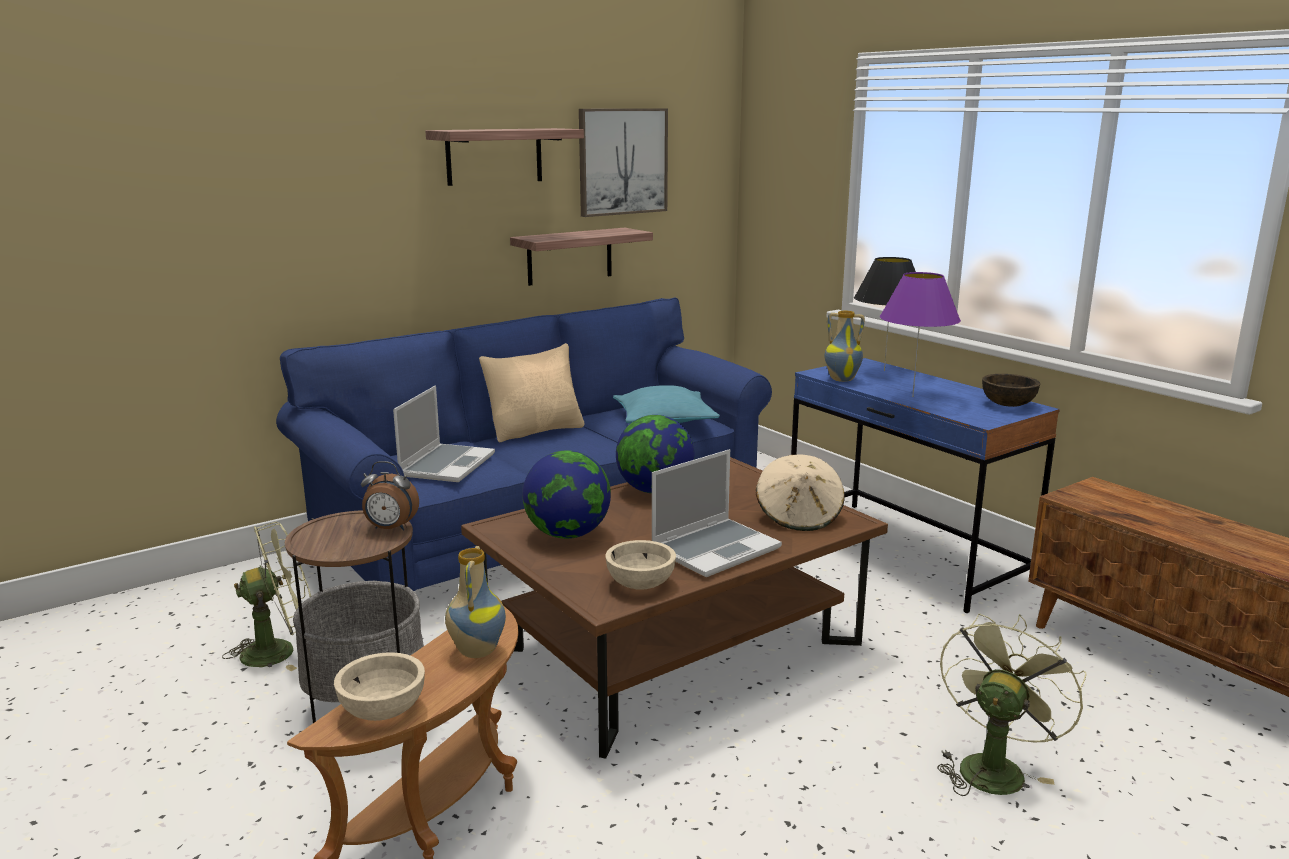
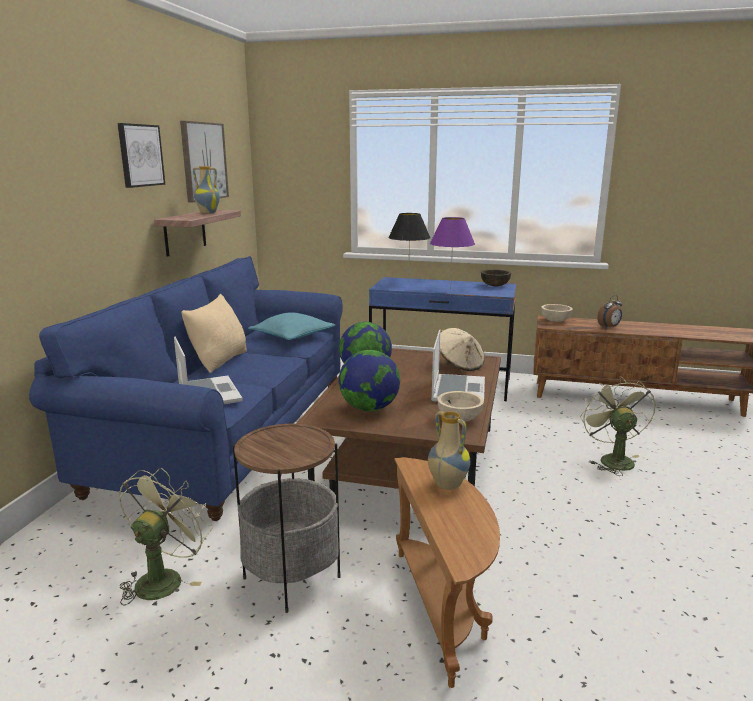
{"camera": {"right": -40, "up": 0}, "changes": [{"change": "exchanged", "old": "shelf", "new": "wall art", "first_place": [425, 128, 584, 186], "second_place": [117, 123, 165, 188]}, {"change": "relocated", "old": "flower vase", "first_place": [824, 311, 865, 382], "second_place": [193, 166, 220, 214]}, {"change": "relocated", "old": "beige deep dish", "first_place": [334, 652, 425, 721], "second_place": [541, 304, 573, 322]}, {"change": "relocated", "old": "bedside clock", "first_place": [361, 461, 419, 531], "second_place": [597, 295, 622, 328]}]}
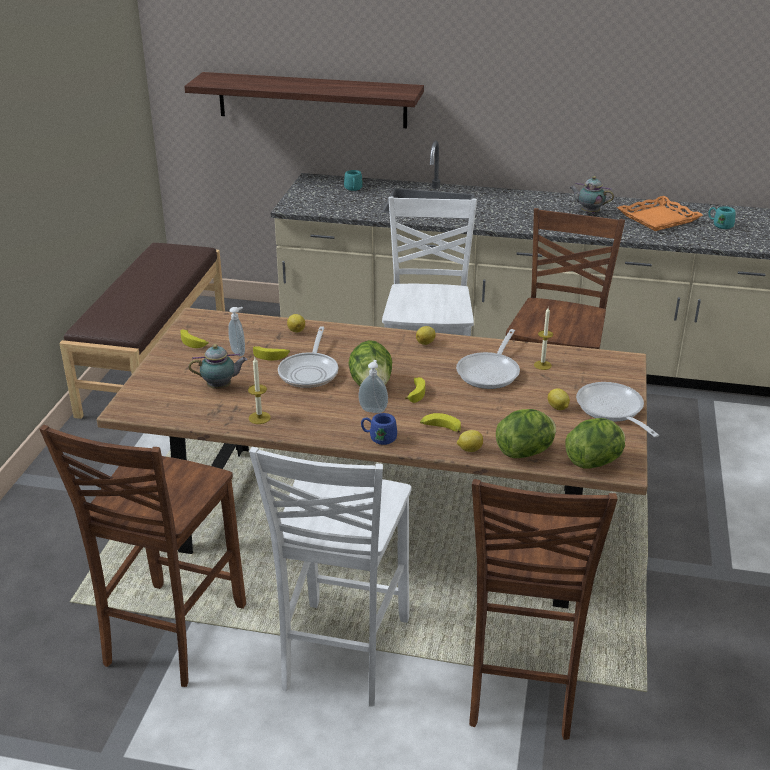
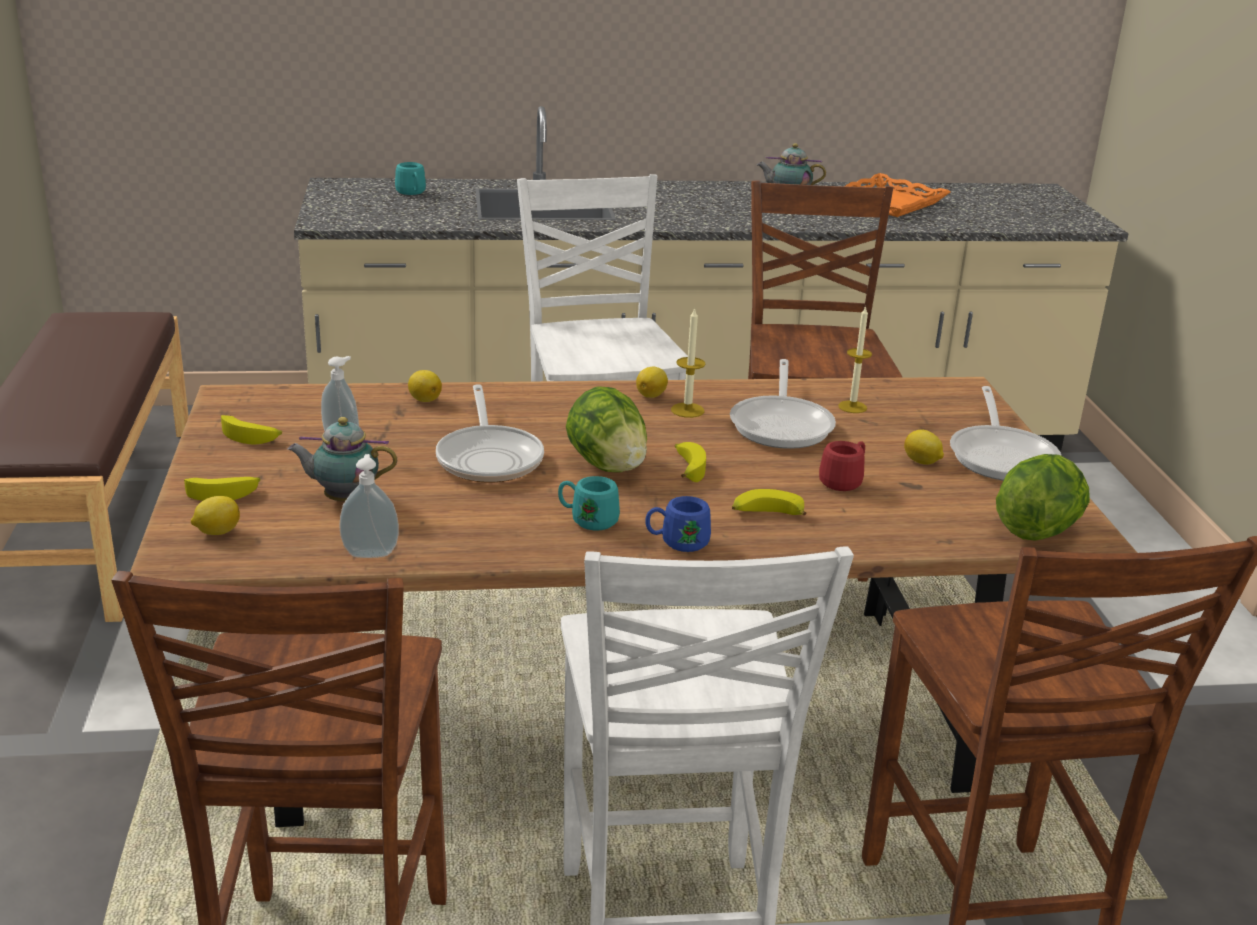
{"camera": {"right": -20, "up": -5}, "changes": [{"change": "relocated", "old": "whole banana", "first_place": [253, 346, 290, 360], "second_place": [184, 477, 260, 501]}, {"change": "relocated", "old": "lemon", "first_place": [457, 430, 483, 452], "second_place": [191, 496, 240, 535]}, {"change": "spun", "old": "teapot", "first_place": [189, 344, 248, 389], "second_place": [288, 417, 397, 501], "degrees": -150}, {"change": "relocated", "old": "liquid soap bottle", "first_place": [358, 360, 388, 413], "second_place": [339, 454, 399, 558]}, {"change": "relocated", "old": "turquoise-coloured mug", "first_place": [708, 206, 736, 229], "second_place": [558, 476, 620, 530]}, {"change": "relocated", "old": "wax light", "first_place": [248, 357, 271, 424], "second_place": [671, 307, 705, 418]}, {"change": "appeared", "new": "red mug", "second_place": [819, 441, 865, 491]}, {"change": "spun", "old": "frying pan", "first_place": [576, 382, 659, 437], "second_place": [950, 386, 1061, 481], "degrees": -135}, {"change": "missing", "old": "shelf", "first_place": [184, 72, 424, 128]}, {"change": "missing", "old": "lettuce head", "first_place": [496, 409, 556, 458]}]}
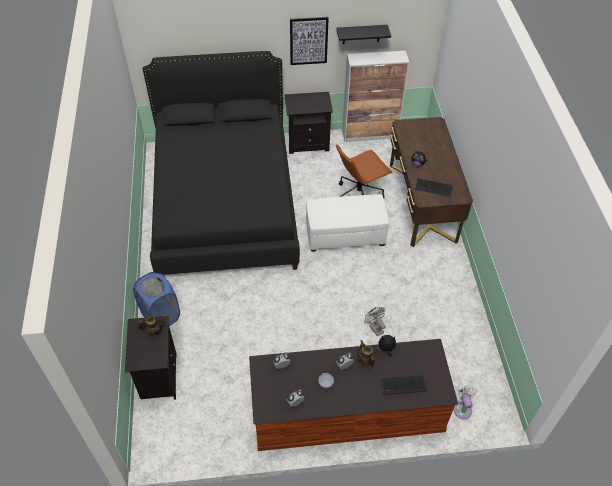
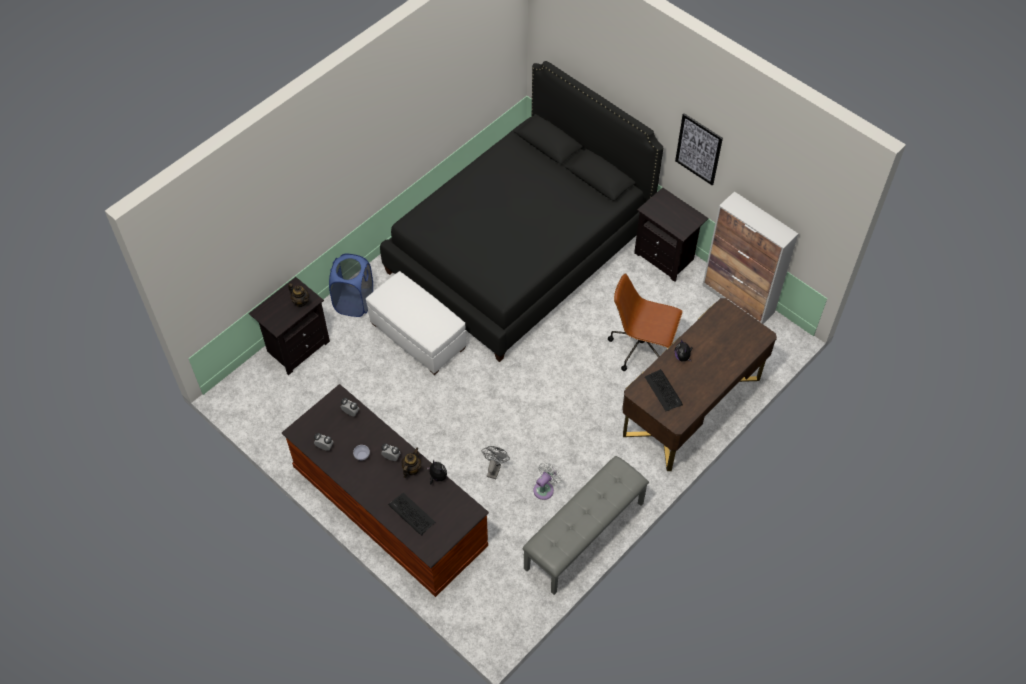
{"camera": {"right": 50, "up": 5}, "changes": [{"change": "relocated", "old": "white-coloured ottoman", "first_place": [306, 194, 389, 252], "second_place": [366, 271, 466, 375]}, {"change": "appeared", "new": "greyish long seat", "second_place": [523, 456, 649, 595]}, {"change": "relocated", "old": "white-coloured fan", "first_place": [454, 385, 477, 419], "second_place": [533, 462, 562, 500]}, {"change": "missing", "old": "blackish shelf", "first_place": [336, 25, 391, 44]}]}
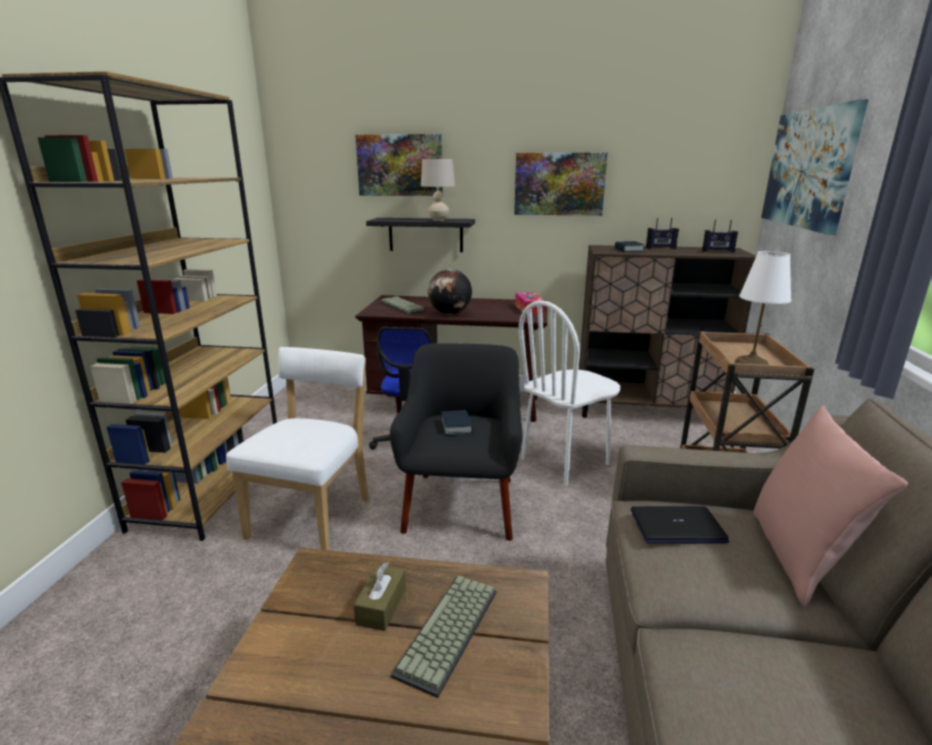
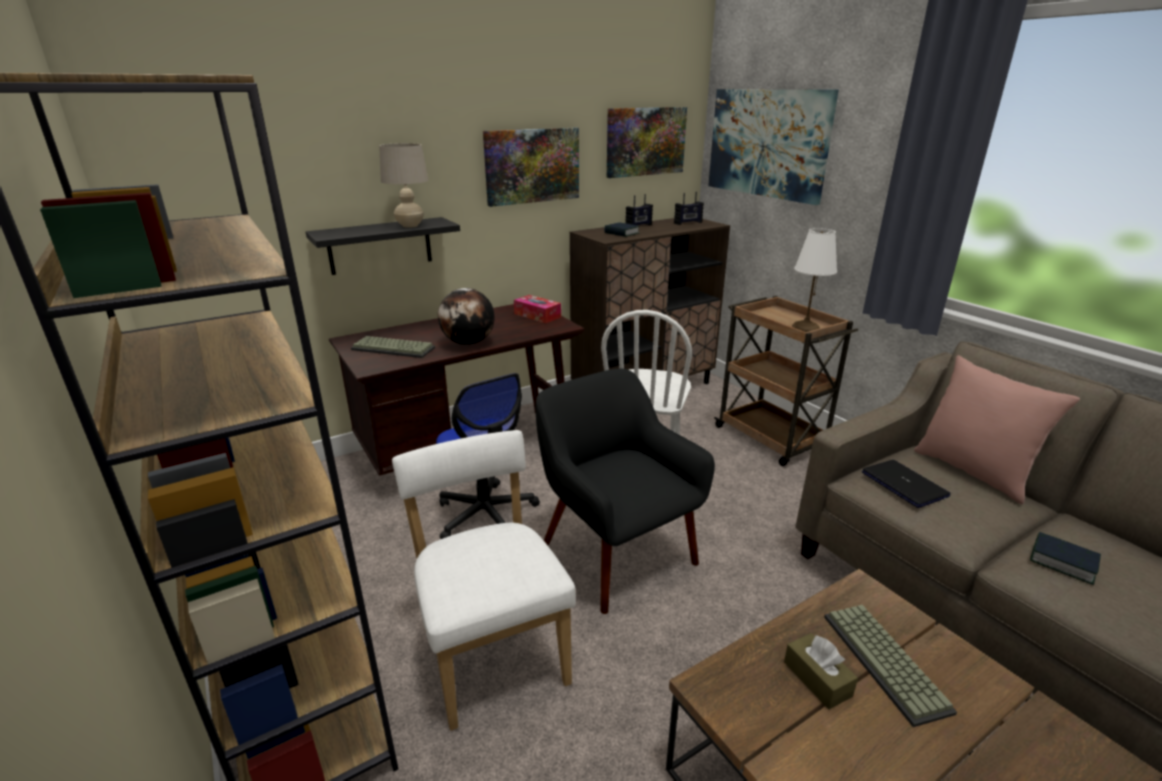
{"camera": {"right": -40, "up": 5}, "changes": [{"change": "relocated", "old": "wall art", "first_place": [355, 134, 443, 196], "second_place": [607, 107, 687, 178]}, {"change": "spun", "old": "portable computer", "first_place": [630, 506, 729, 543], "second_place": [862, 460, 951, 508], "degrees": 105}, {"change": "relocated", "old": "bound book", "first_place": [441, 410, 473, 435], "second_place": [1030, 532, 1101, 585]}]}
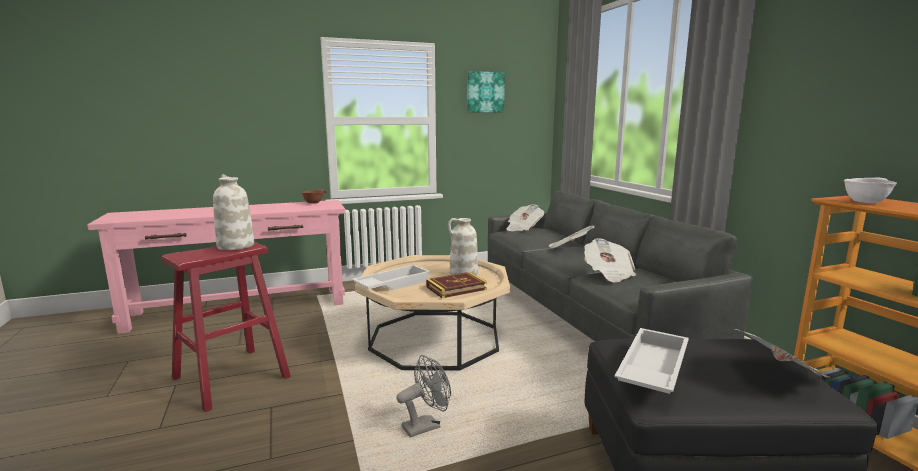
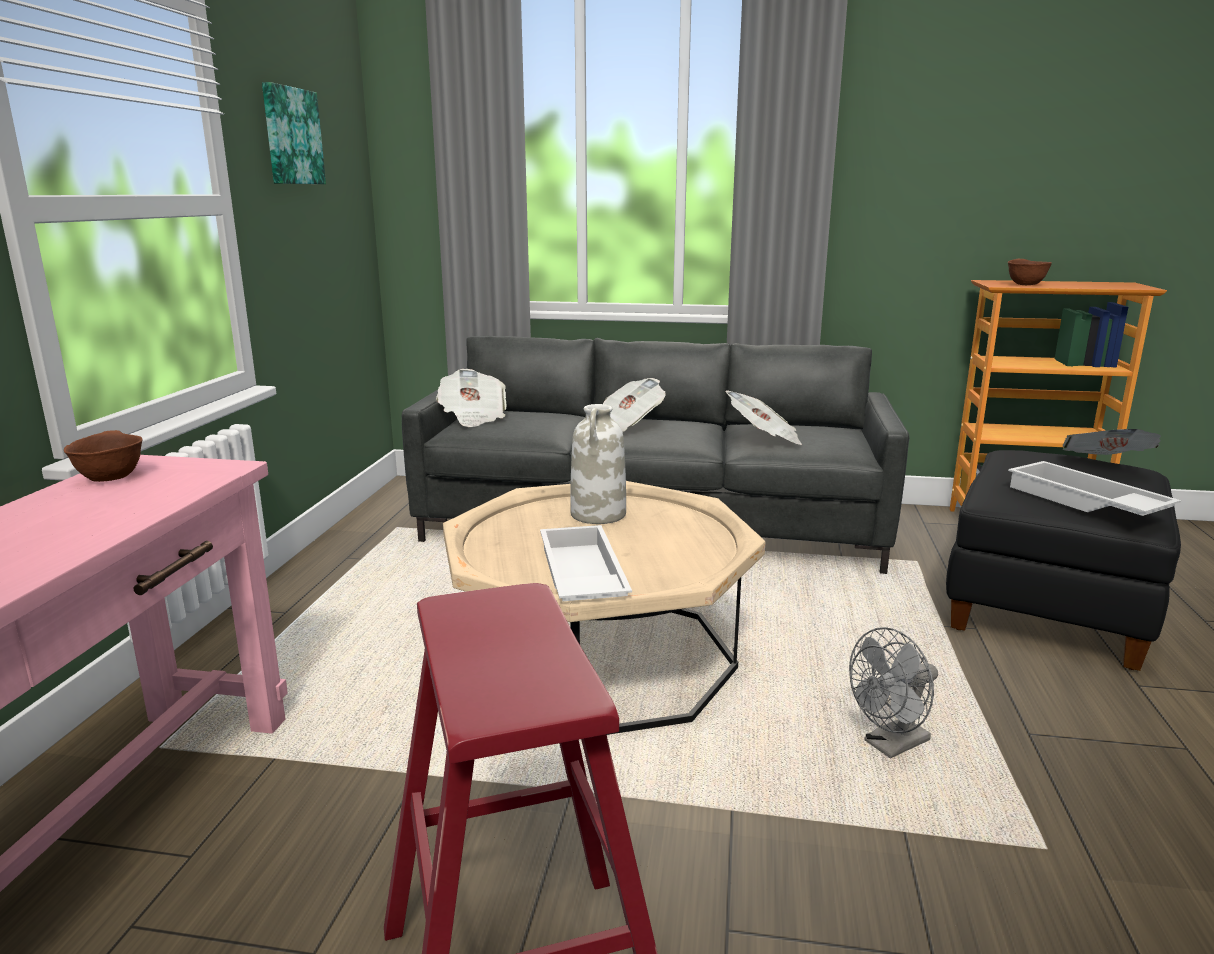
{"camera": {"right": -60, "up": 5}, "changes": [{"change": "spun", "old": "greyish fan", "first_place": [396, 355, 451, 438], "second_place": [849, 627, 938, 758], "degrees": -120}, {"change": "colour", "old": "white-coloured deep dish", "new": "brown deep dish", "first_place": [844, 177, 897, 204], "second_place": [1008, 259, 1052, 285]}, {"change": "missing", "old": "white-coloured flower vase", "first_place": [213, 174, 254, 250]}, {"change": "missing", "old": "bound book", "first_place": [426, 272, 487, 298]}]}
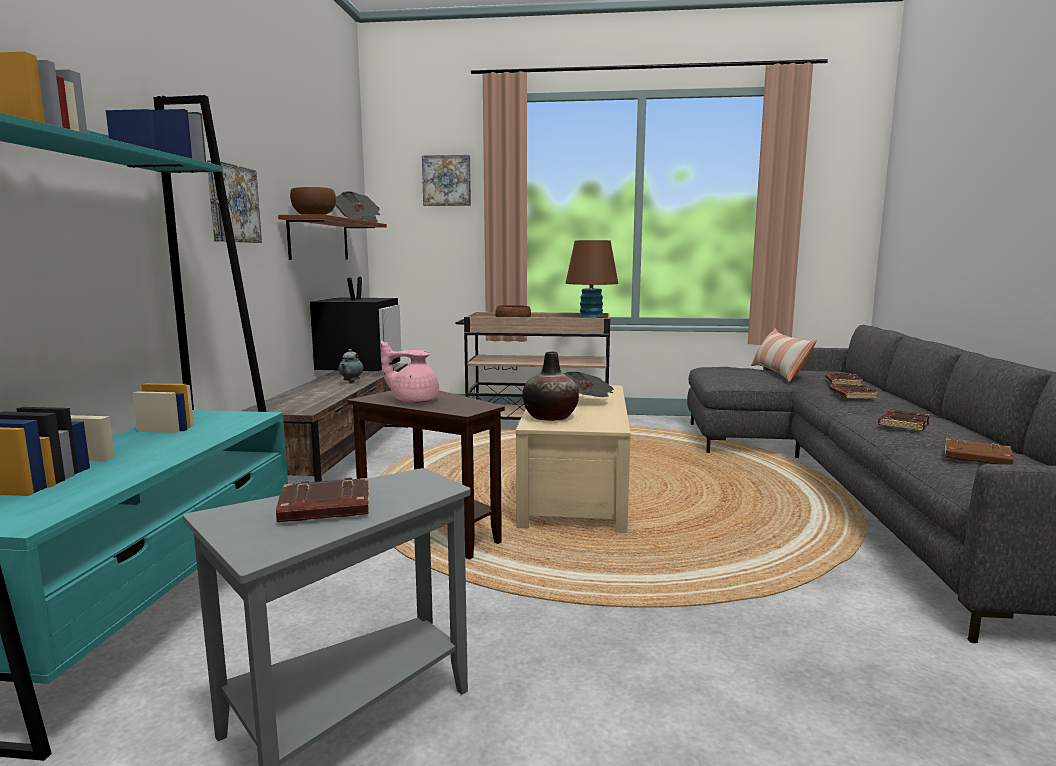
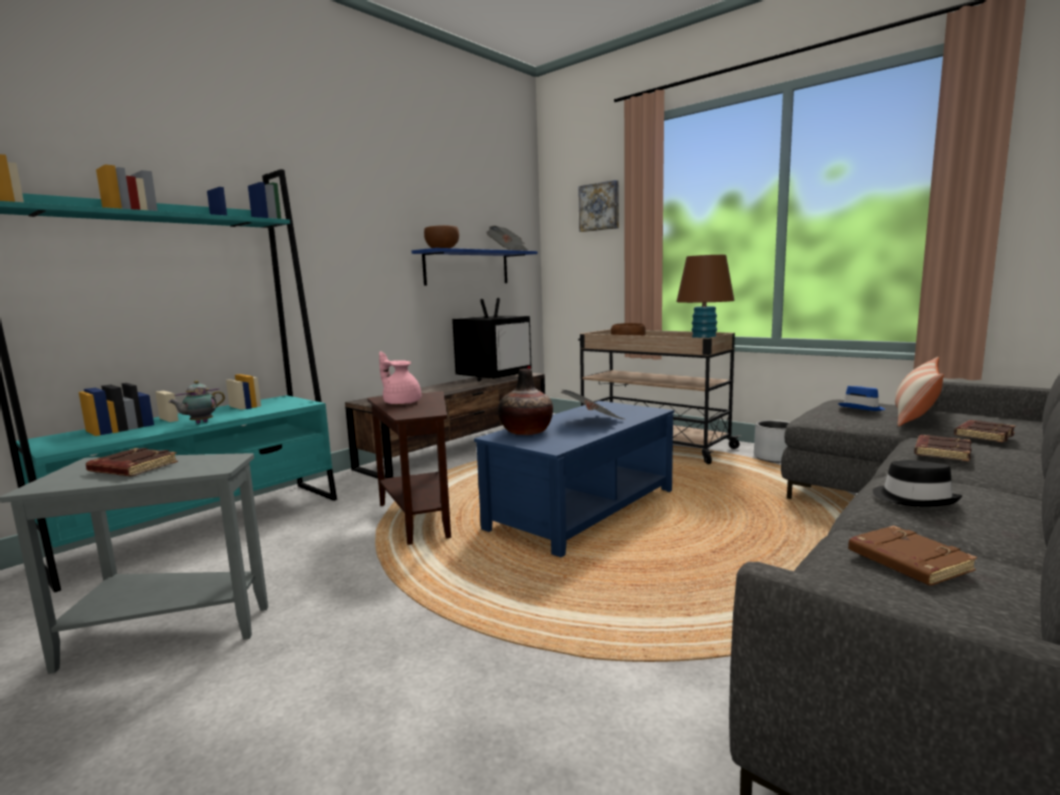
{"camera": {"right": 35, "up": 0}, "changes": [{"change": "relocated", "old": "teapot", "first_place": [338, 349, 364, 383], "second_place": [169, 381, 225, 424]}, {"change": "colour", "old": "brown shelf", "new": "blue shelf", "first_place": [278, 214, 387, 260], "second_place": [412, 248, 538, 286]}, {"change": "colour", "old": "beige lounge table", "new": "blue lounge table", "first_place": [516, 385, 631, 533], "second_place": [474, 401, 674, 557]}, {"change": "appeared", "new": "greyish planter", "second_place": [754, 420, 790, 463]}, {"change": "appeared", "new": "blue clothing hat", "second_place": [838, 386, 885, 411]}, {"change": "exchanged", "old": "brown bound book", "new": "blackish clothing hat", "first_place": [878, 410, 930, 431], "second_place": [873, 460, 962, 506]}, {"change": "missing", "old": "wall art", "first_place": [207, 160, 262, 243]}]}
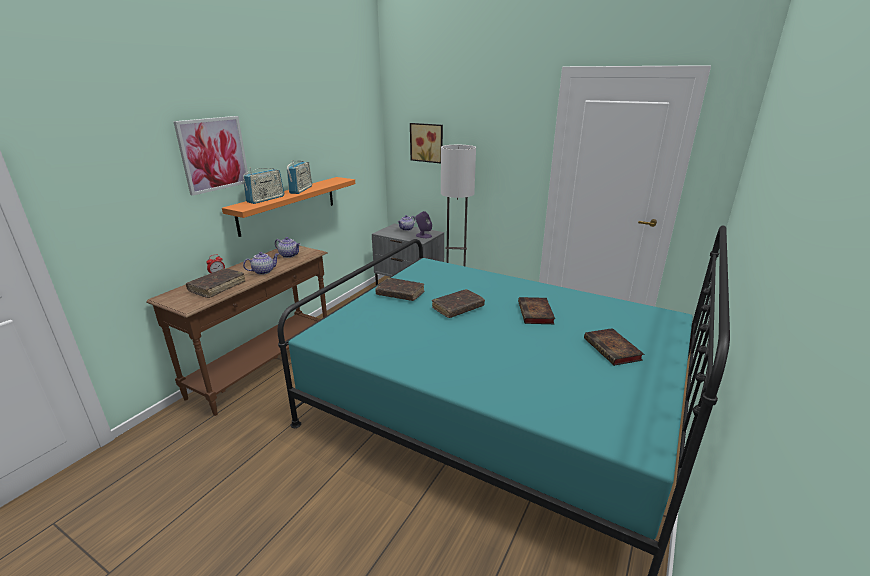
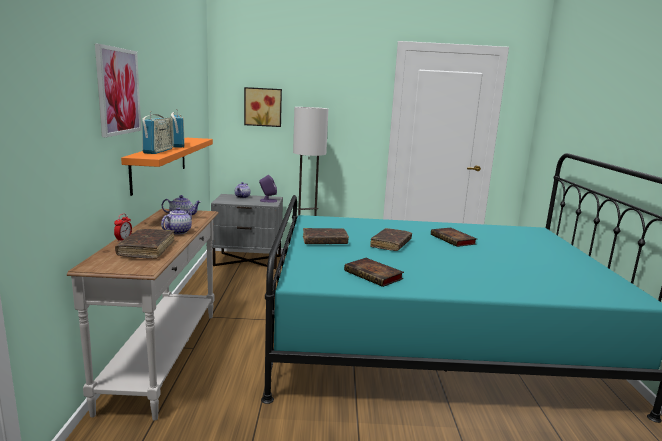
{"camera": {"right": -30, "up": -10}, "changes": [{"change": "colour", "old": "brown hall table", "new": "white-coloured hall table", "first_place": [146, 246, 327, 416], "second_place": [67, 209, 219, 421]}, {"change": "relocated", "old": "bound book", "first_place": [584, 328, 644, 366], "second_place": [344, 258, 404, 287]}]}
